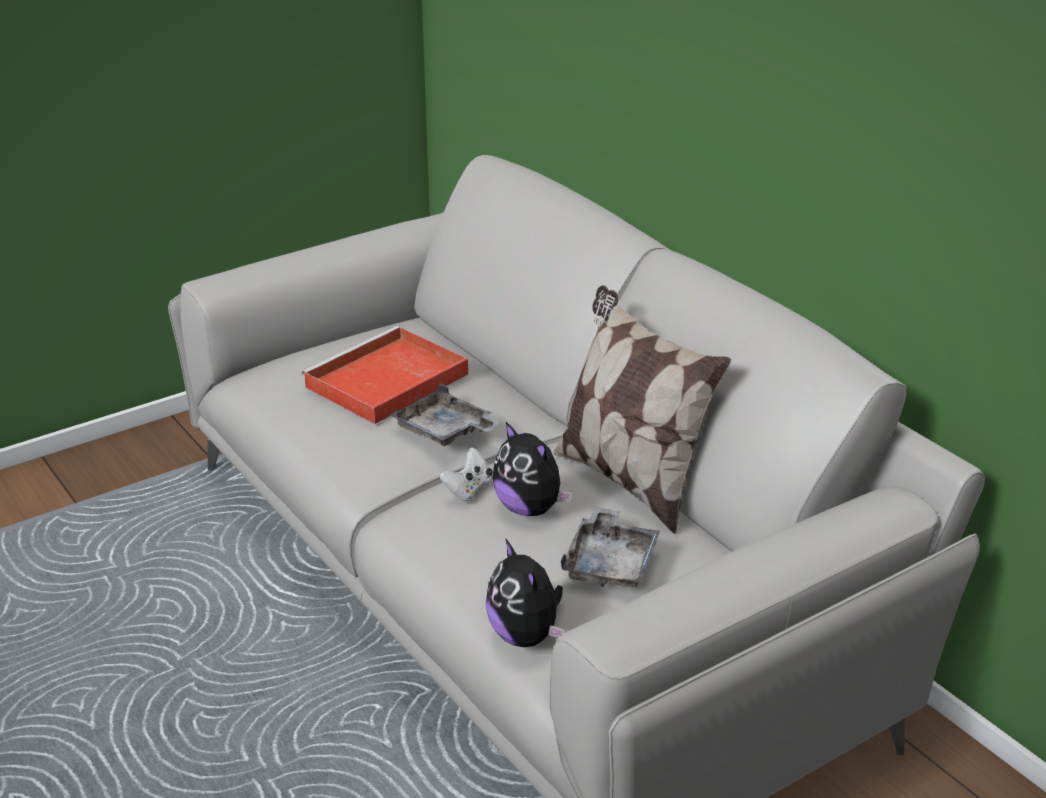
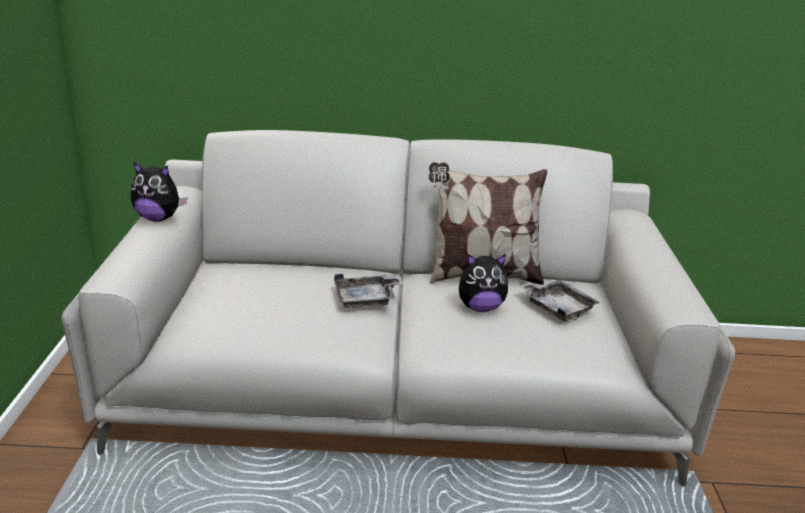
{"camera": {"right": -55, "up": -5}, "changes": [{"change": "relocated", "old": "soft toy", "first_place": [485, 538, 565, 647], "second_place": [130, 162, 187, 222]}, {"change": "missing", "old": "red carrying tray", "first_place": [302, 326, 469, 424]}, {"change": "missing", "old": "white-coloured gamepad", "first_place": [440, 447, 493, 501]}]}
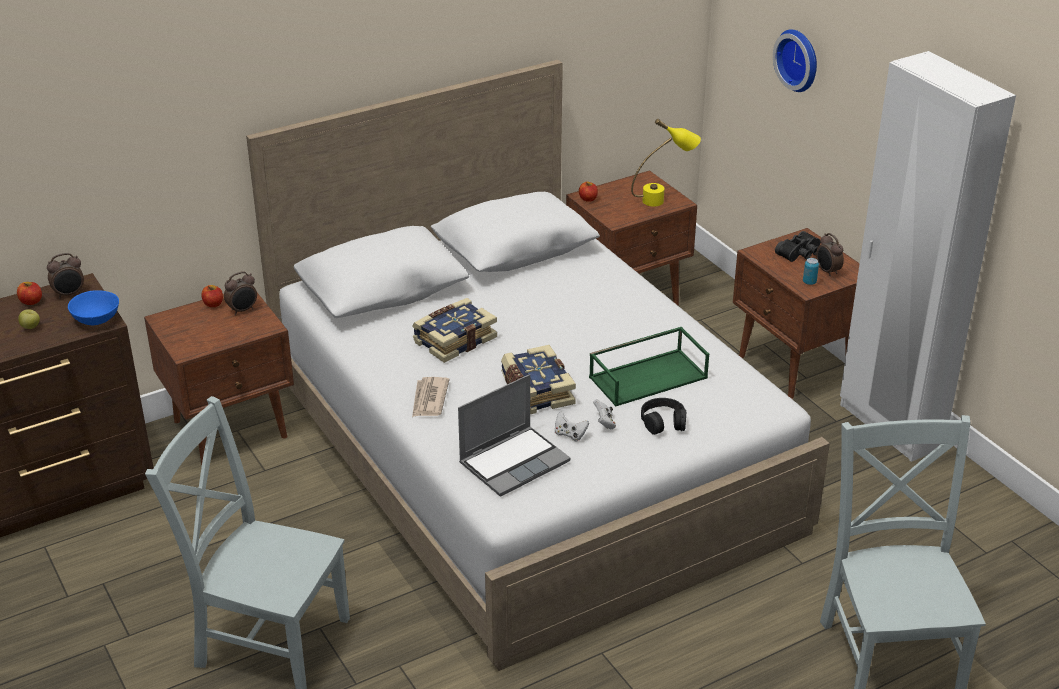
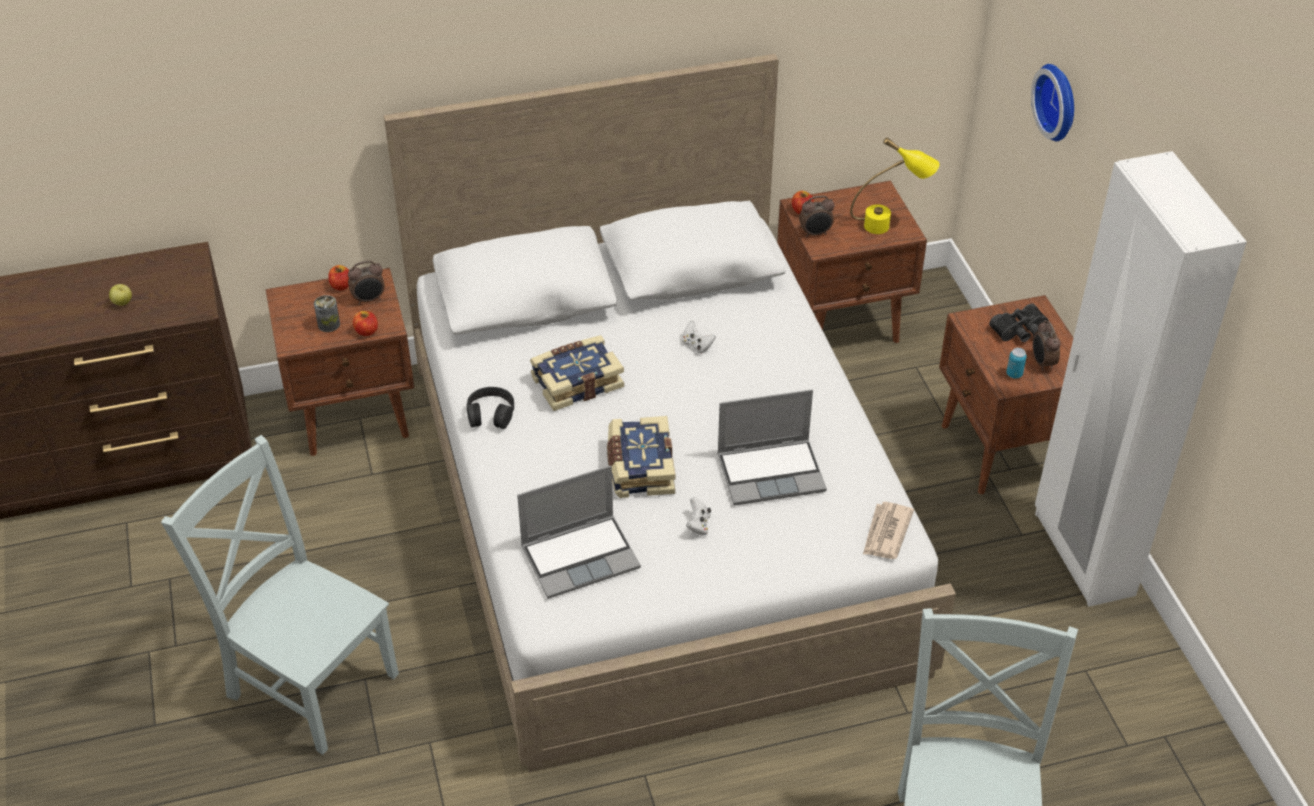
{"camera": {"right": 15, "up": 10}, "changes": [{"change": "appeared", "new": "can", "second_place": [314, 295, 340, 332]}, {"change": "relocated", "old": "apple fruit", "first_place": [17, 282, 42, 305], "second_place": [353, 311, 378, 336]}, {"change": "relocated", "old": "blackish pair of headphones", "first_place": [641, 398, 686, 435], "second_place": [467, 387, 514, 429]}, {"change": "relocated", "old": "white-coloured gamepad", "first_place": [555, 411, 589, 441], "second_place": [682, 321, 716, 354]}, {"change": "exchanged", "old": "greenish carrying tray", "new": "portable computer", "first_place": [589, 327, 709, 407], "second_place": [717, 390, 827, 505]}, {"change": "relocated", "old": "bedside clock", "first_place": [47, 253, 84, 299], "second_place": [799, 195, 835, 237]}, {"change": "relocated", "old": "printed paper", "first_place": [412, 377, 450, 417], "second_place": [863, 502, 914, 559]}, {"change": "missing", "old": "blue deep dish", "first_place": [68, 290, 119, 325]}]}
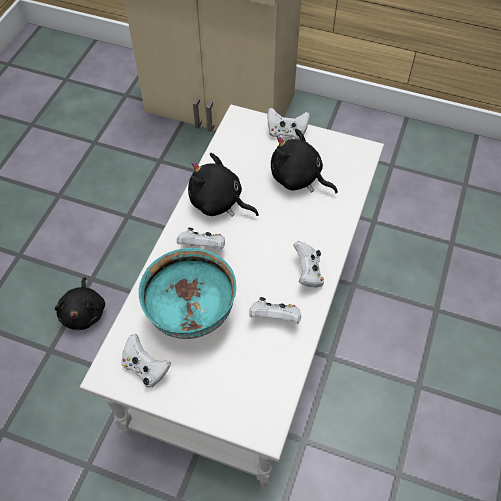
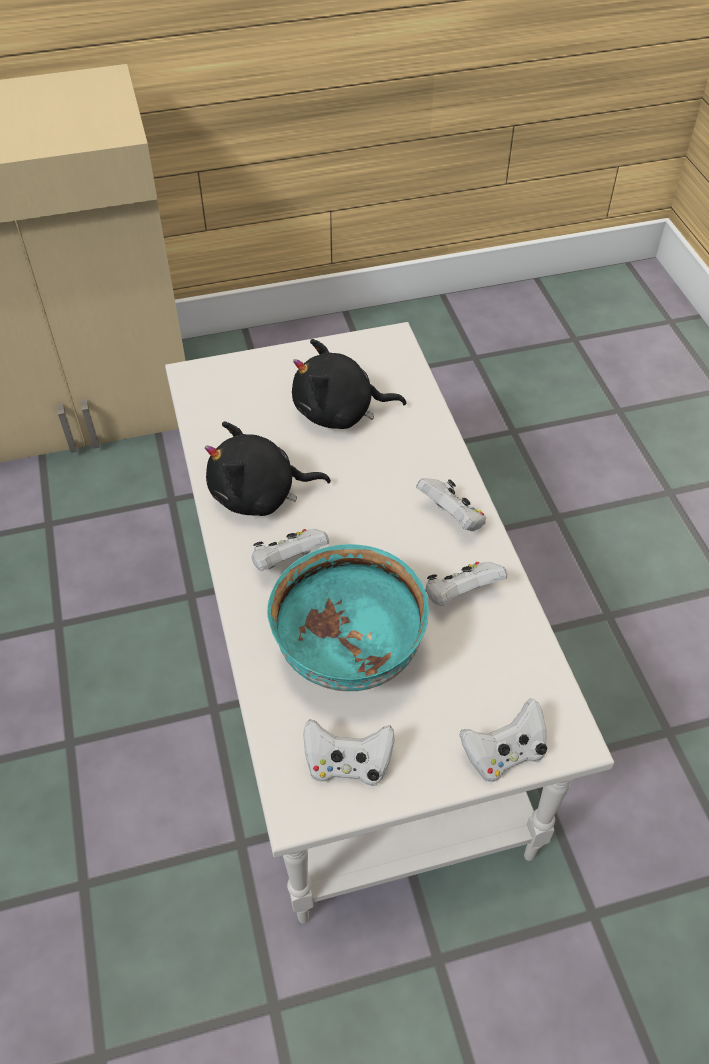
{"camera": {"right": -35, "up": -5}, "changes": [{"change": "relocated", "old": "white-coloured gamepad", "first_place": [268, 108, 310, 140], "second_place": [459, 698, 547, 782]}, {"change": "missing", "old": "blackish soft toy", "first_place": [55, 277, 105, 330]}]}
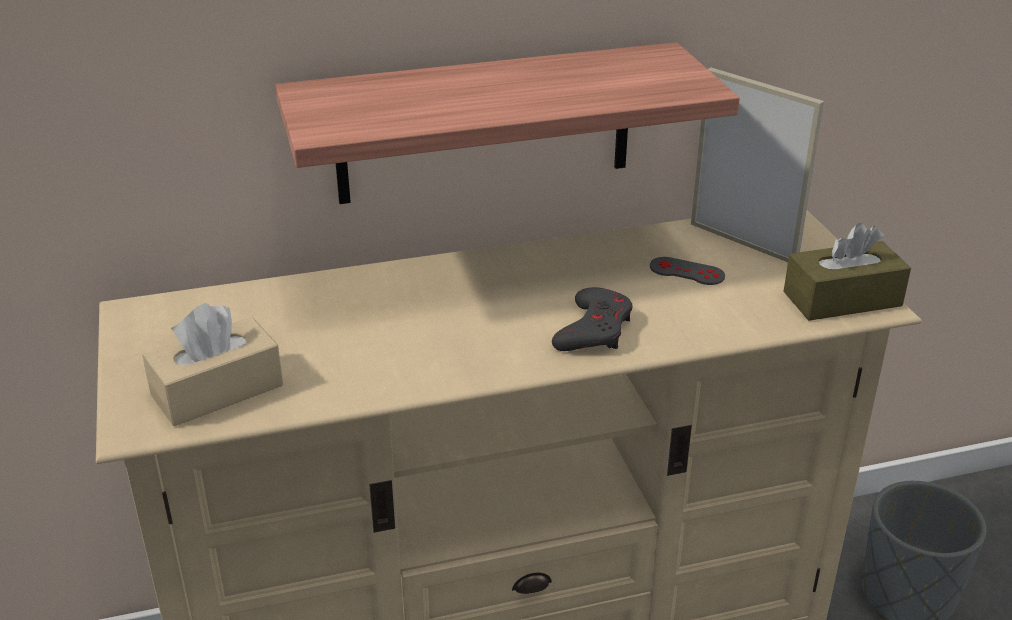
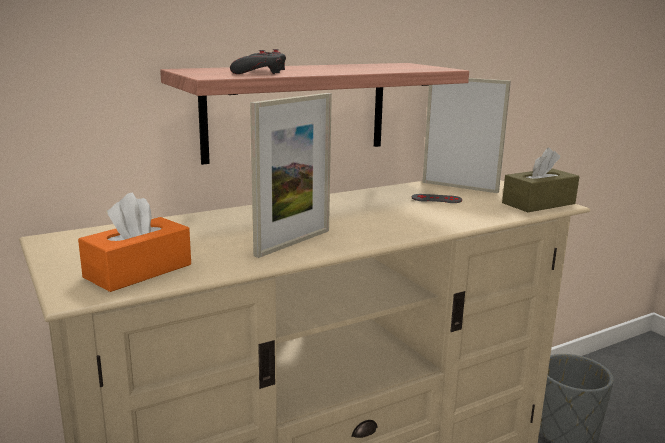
{"camera": {"right": -15, "up": -15}, "changes": [{"change": "colour", "old": "beige tissue holder", "new": "orangey tissue holder", "first_place": [142, 303, 283, 426], "second_place": [78, 193, 191, 292]}, {"change": "relocated", "old": "greyish gamepad", "first_place": [552, 287, 633, 351], "second_place": [230, 49, 286, 74]}, {"change": "appeared", "new": "standing frame", "second_place": [250, 93, 332, 258]}]}
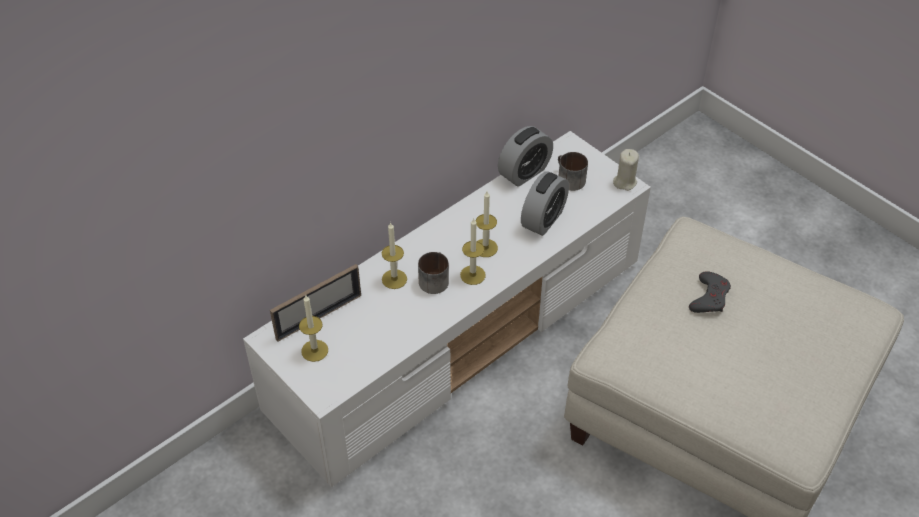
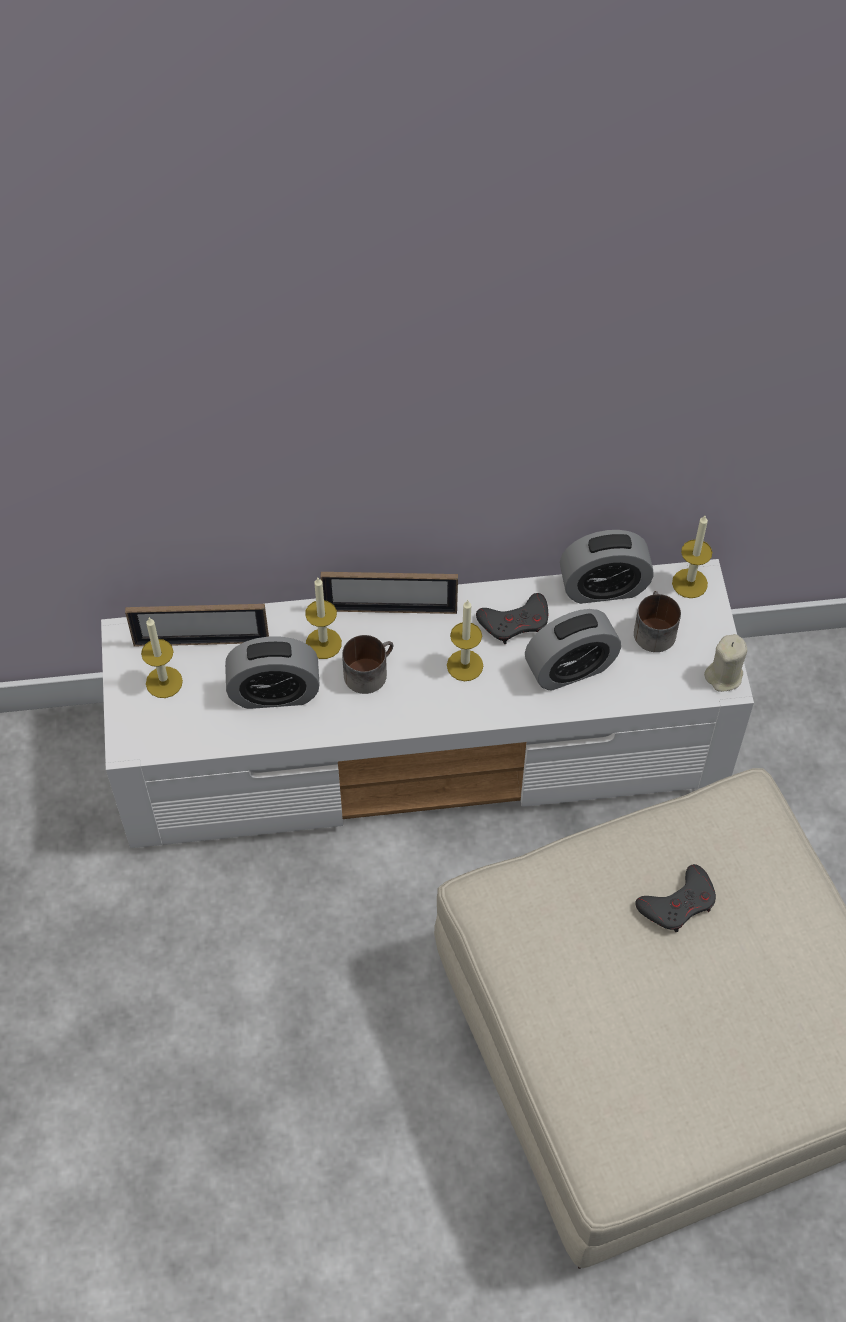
{"camera": {"right": 35, "up": 10}, "changes": [{"change": "appeared", "new": "bedside clock", "second_place": [225, 637, 320, 709]}, {"change": "appeared", "new": "standing frame", "second_place": [320, 572, 458, 614]}, {"change": "appeared", "new": "greyish gamepad", "second_place": [476, 593, 548, 644]}, {"change": "relocated", "old": "wax light", "first_place": [460, 219, 486, 285], "second_place": [672, 516, 712, 598]}]}
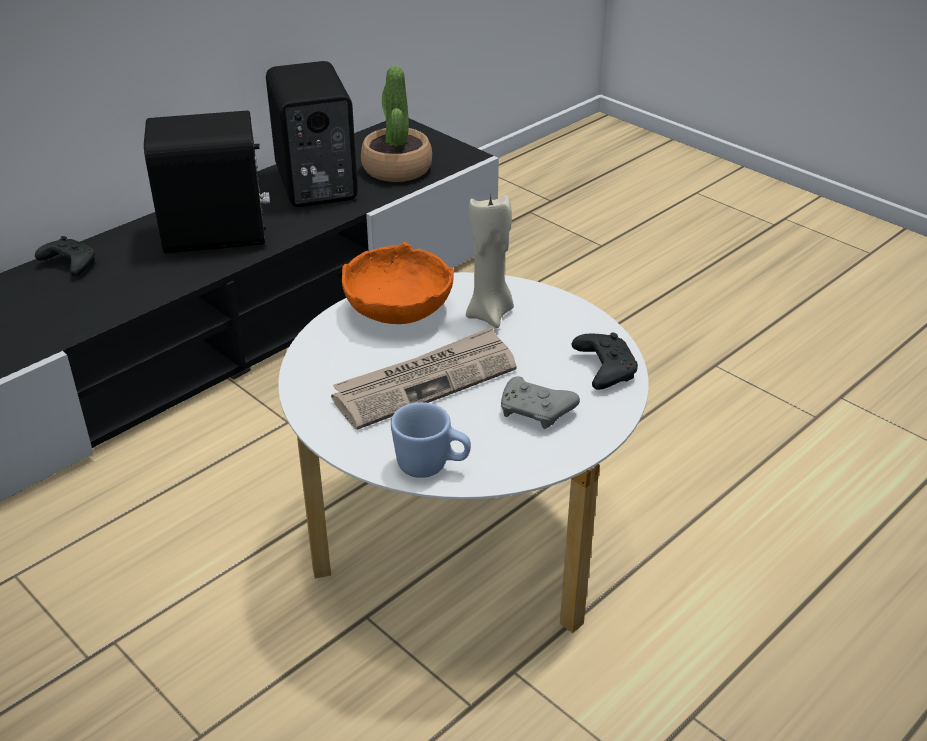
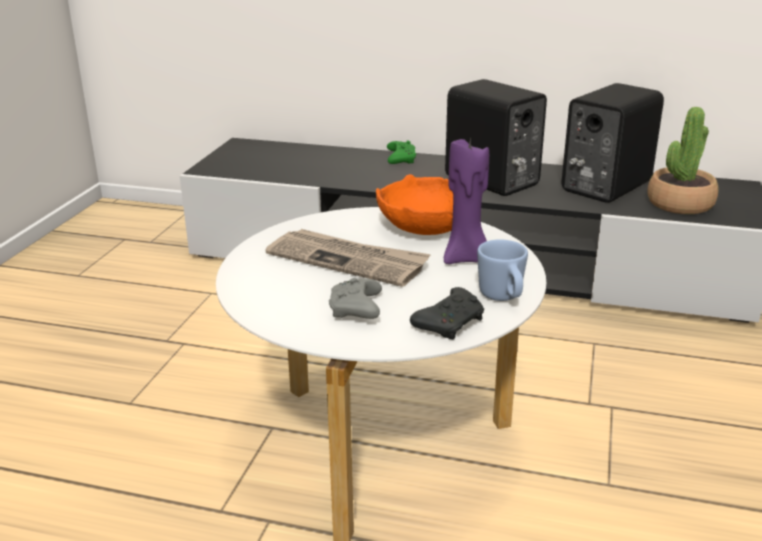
{"camera": {"right": 60, "up": -10}, "changes": [{"change": "colour", "old": "blackish gamepad", "new": "greenish gamepad", "first_place": [35, 236, 95, 276], "second_place": [387, 140, 416, 164]}, {"change": "colour", "old": "beige wax light", "new": "purple wax light", "first_place": [466, 193, 514, 328], "second_place": [444, 136, 489, 264]}, {"change": "relocated", "old": "blue mug", "first_place": [391, 402, 471, 478], "second_place": [477, 240, 528, 301]}]}
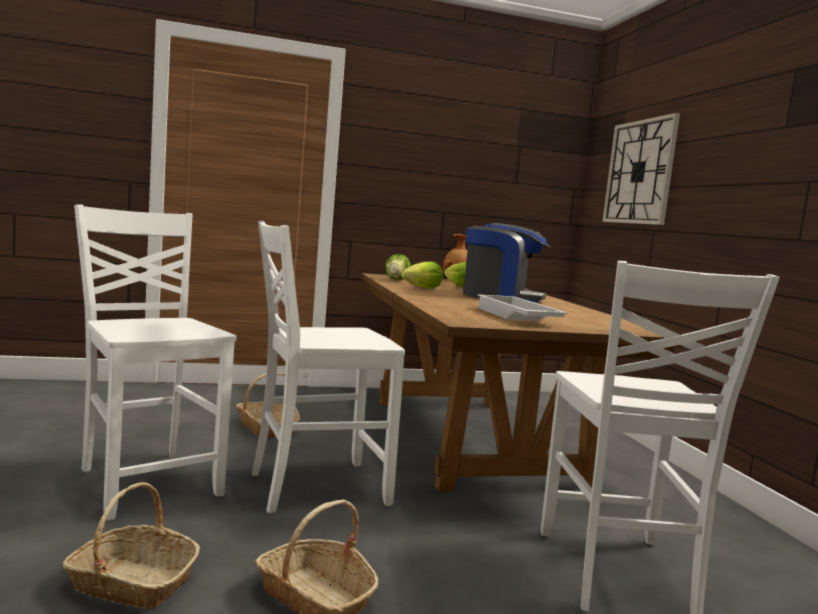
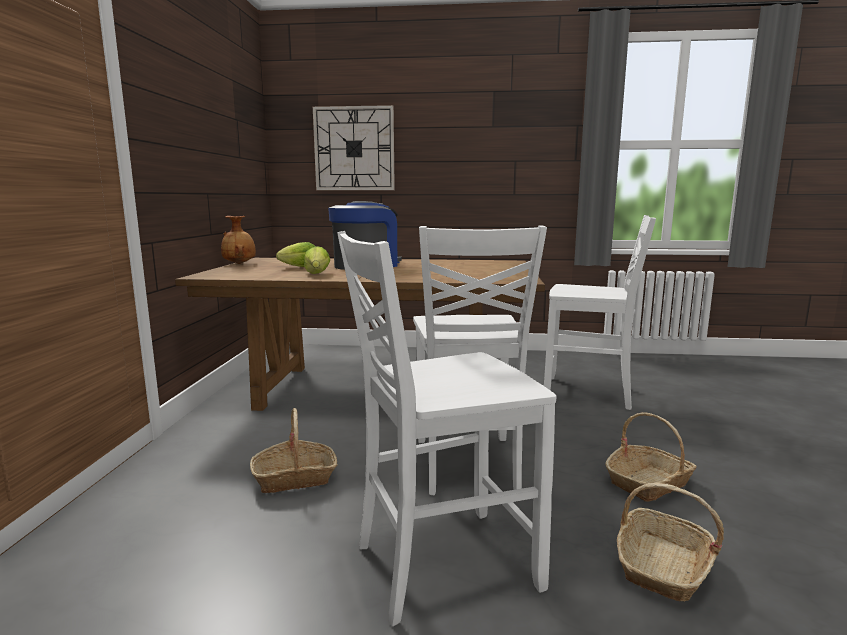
{"camera": {"right": -70, "up": 5}, "changes": [{"change": "missing", "old": "lettuce head", "first_place": [385, 254, 411, 280]}, {"change": "missing", "old": "white-coloured carrying tray", "first_place": [477, 294, 568, 321]}]}
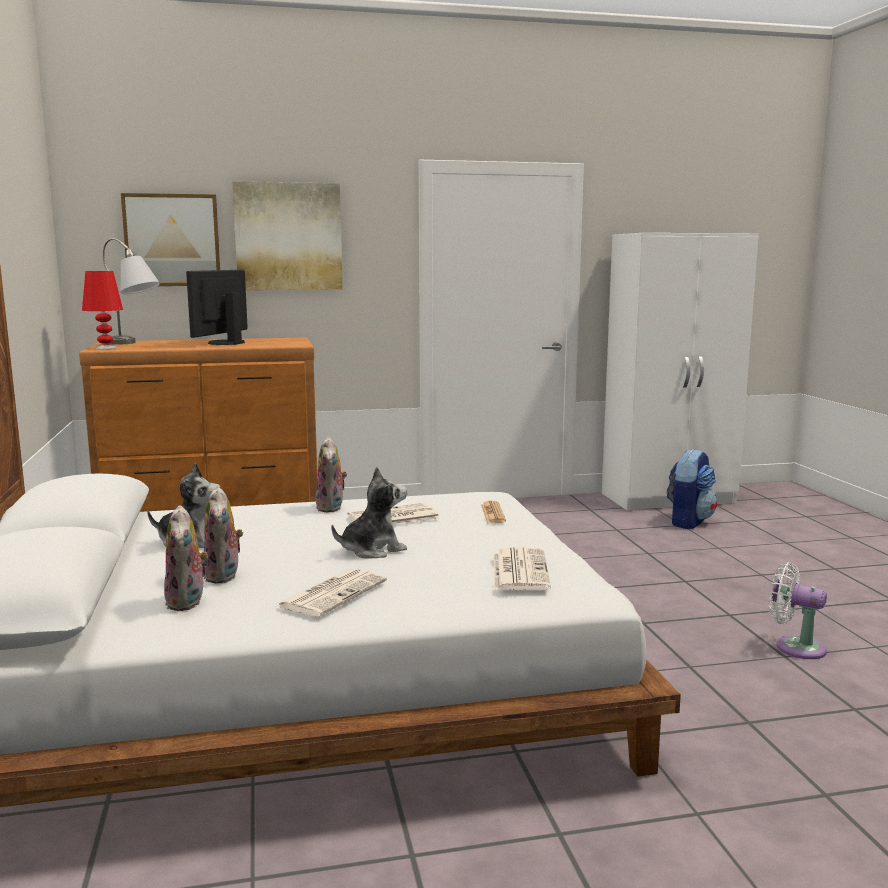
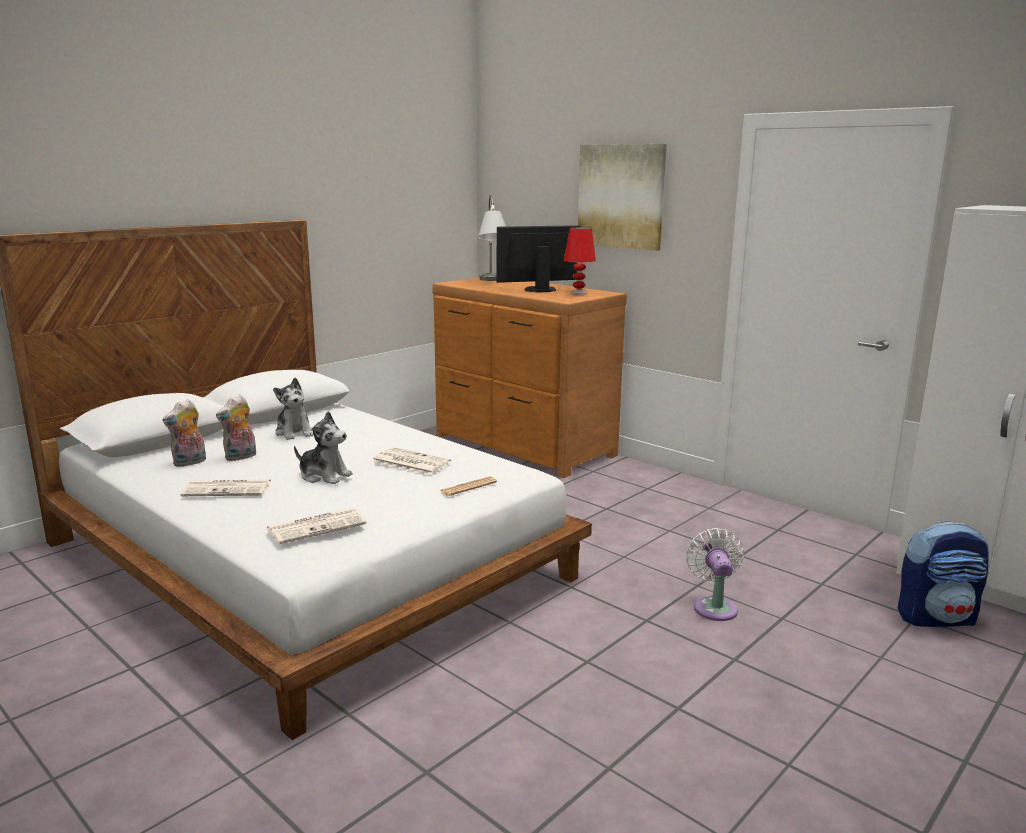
{"camera": {"right": 55, "up": 5}, "changes": [{"change": "relocated", "old": "red tabletop lamp", "first_place": [82, 271, 123, 350], "second_place": [564, 227, 596, 294]}, {"change": "relocated", "old": "white-coloured fan", "first_place": [769, 562, 827, 659], "second_place": [686, 528, 744, 621]}, {"change": "missing", "old": "wall art", "first_place": [121, 193, 220, 286]}, {"change": "missing", "old": "soft toy", "first_place": [315, 437, 347, 512]}]}
